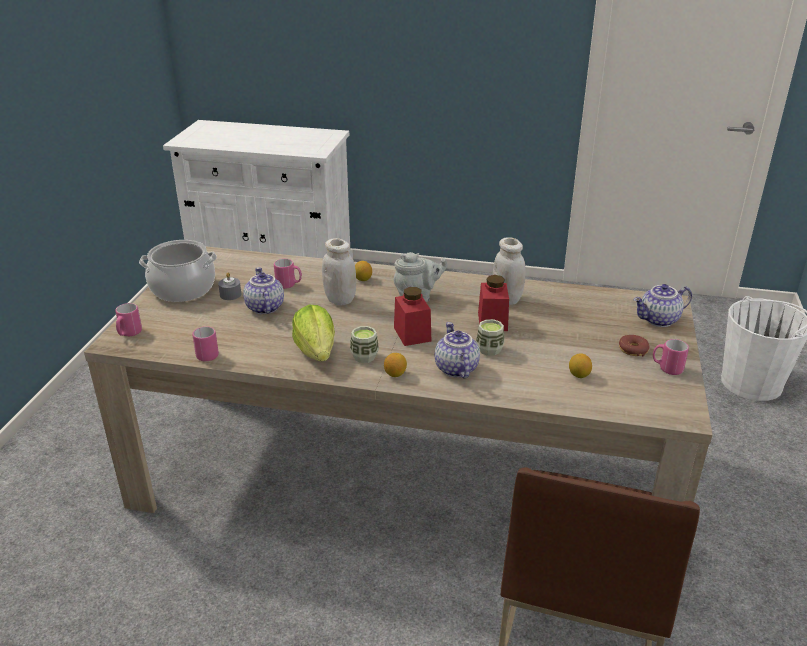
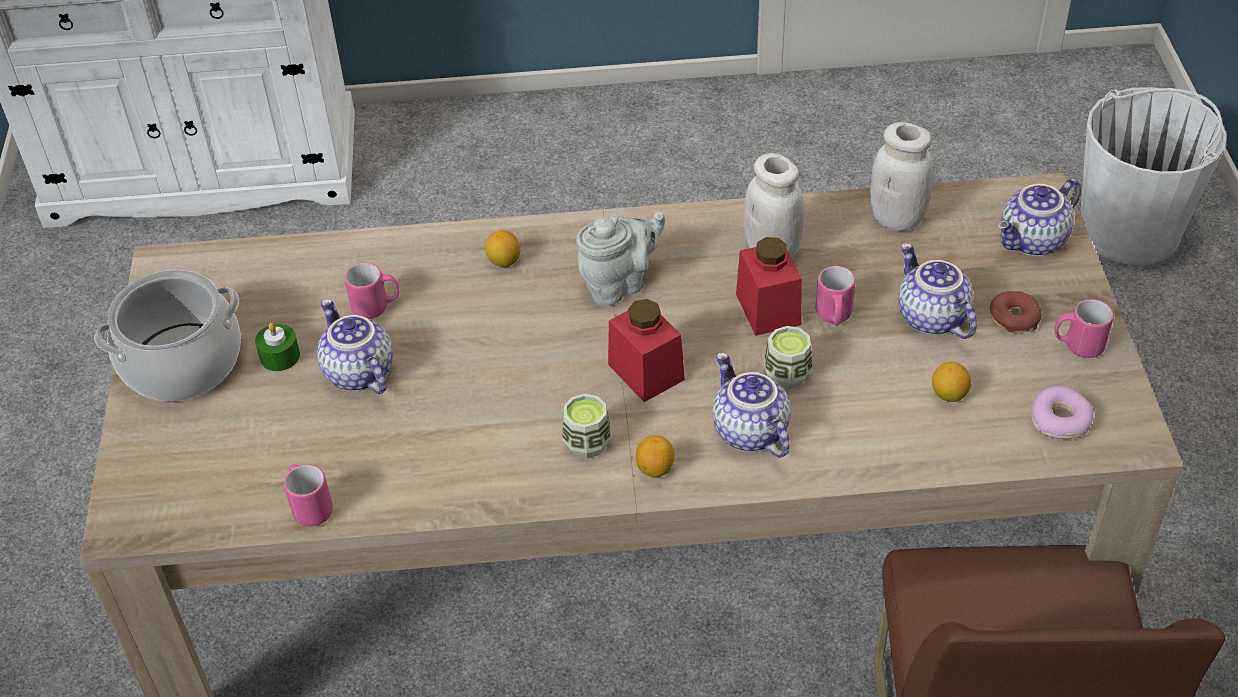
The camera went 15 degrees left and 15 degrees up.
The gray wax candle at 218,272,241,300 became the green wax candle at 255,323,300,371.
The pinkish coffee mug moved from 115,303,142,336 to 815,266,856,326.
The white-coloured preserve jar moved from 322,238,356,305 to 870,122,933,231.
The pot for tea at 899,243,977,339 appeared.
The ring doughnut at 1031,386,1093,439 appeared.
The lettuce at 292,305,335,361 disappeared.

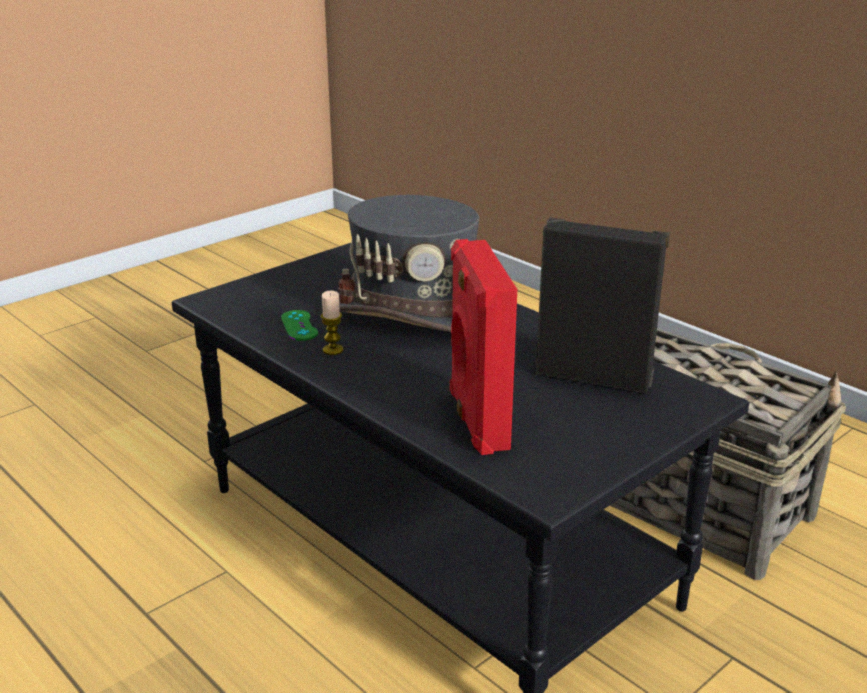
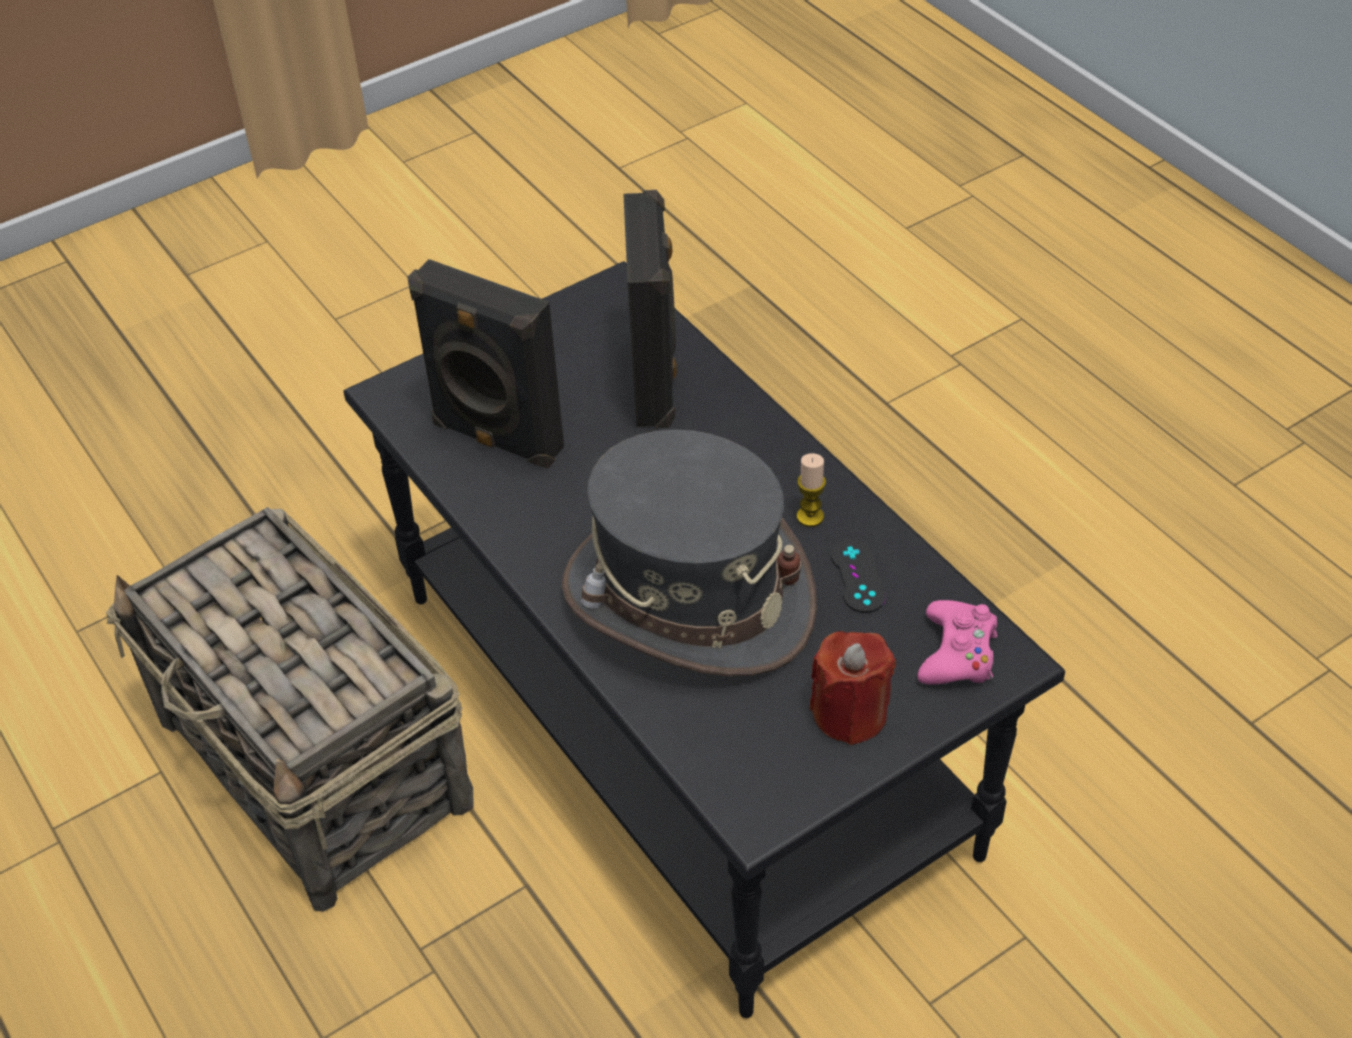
The camera went 170 degrees left and 20 degrees up.
The reddish audio speaker at 450,239,517,455 became the black audio speaker at 623,190,677,429.
The reddish wax candle at 810,631,896,745 appeared.
The green gamepad at 281,310,318,341 became the black gamepad at 831,539,886,613.
The pinkish gamepad at 918,600,997,684 appeared.

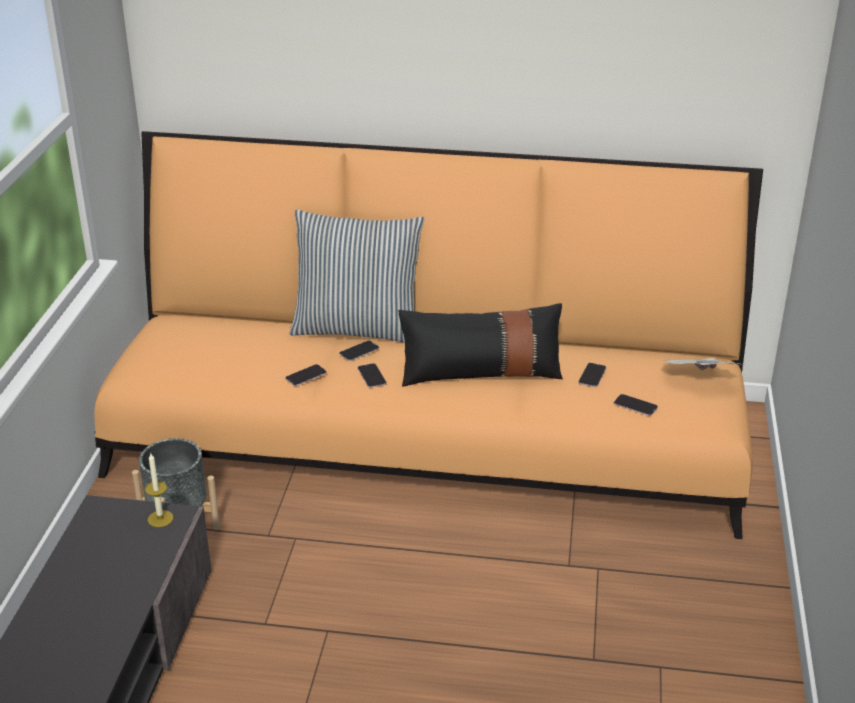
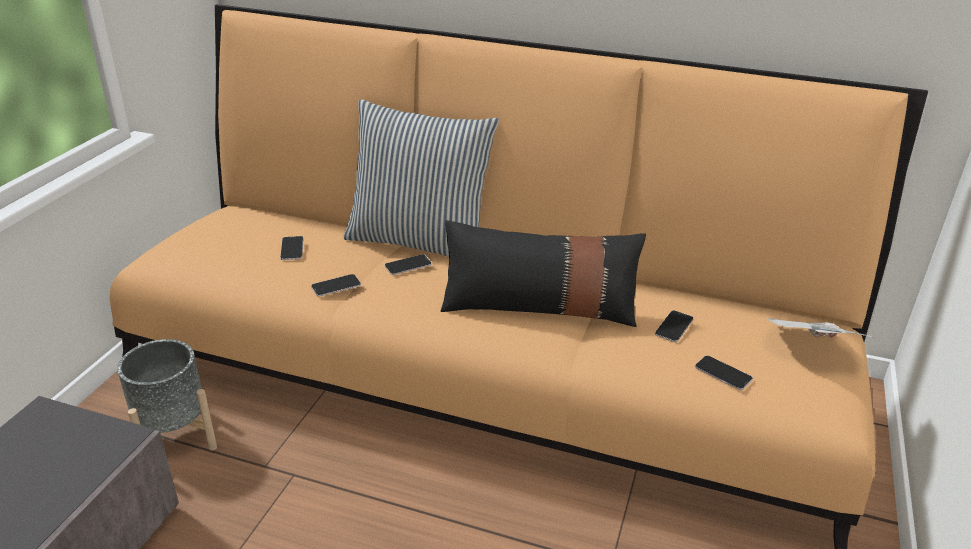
The camera went 10 degrees right and 0 degrees up.
The telephone moved from 358,363,387,388 to 280,236,303,260.
The wax candle at 145,454,174,527 disappeared.

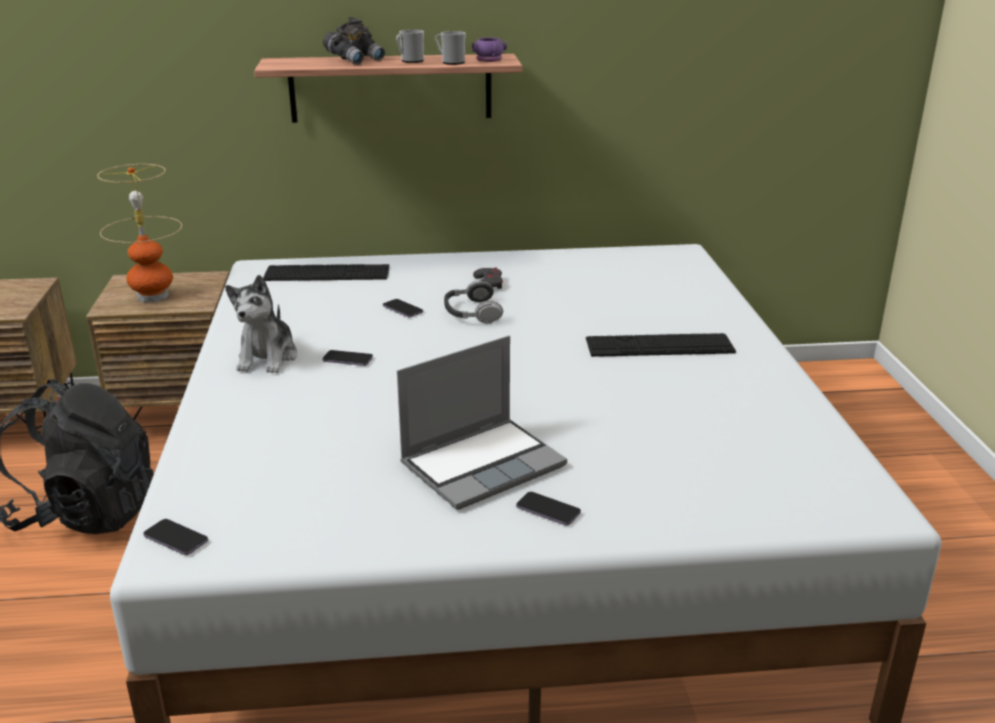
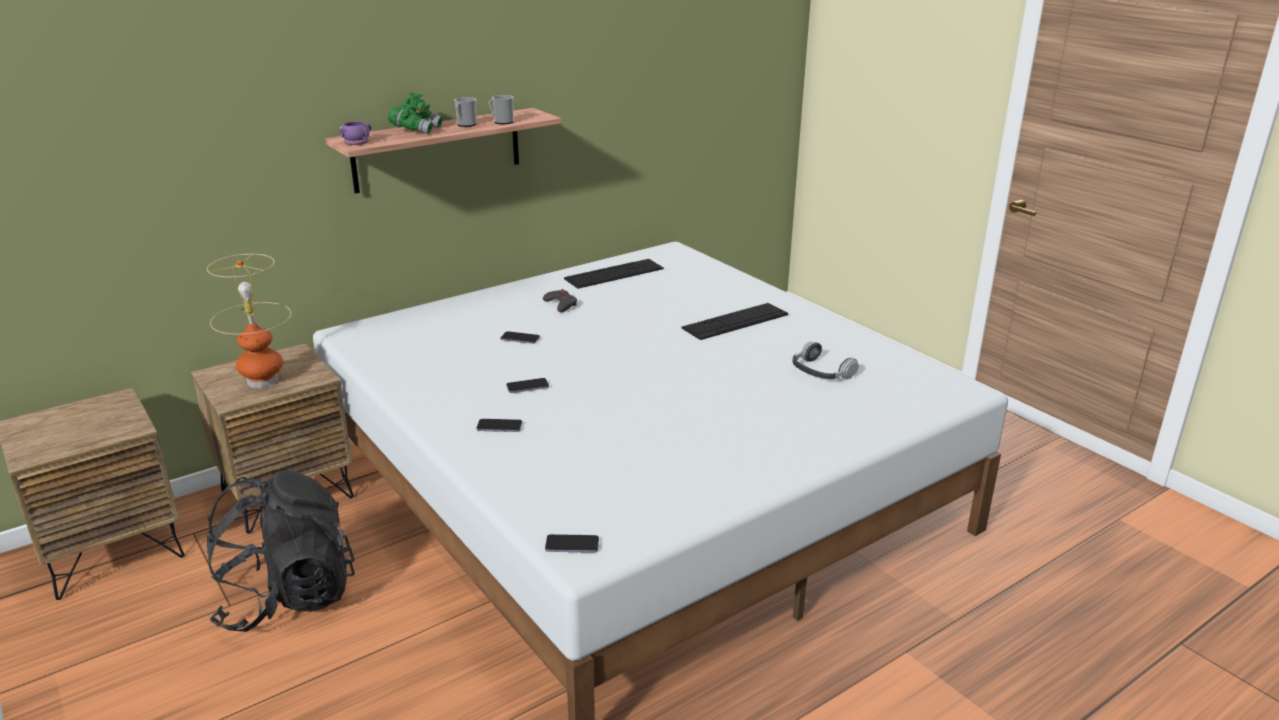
The camera went 30 degrees left and 0 degrees up.
The purple coffee mug moved from 472,38,507,62 to 340,121,371,145.
The gray binoculars at 323,17,385,65 became the green binoculars at 388,92,442,134.
The telephone moved from 516,492,581,526 to 477,419,522,432.
The computer keyboard moved from 263,264,389,281 to 564,259,664,289.
The headphones moved from 444,280,503,324 to 792,341,859,379.
The cuddly toy at 225,275,297,373 disappeared.
The laptop at 397,336,567,510 disappeared.

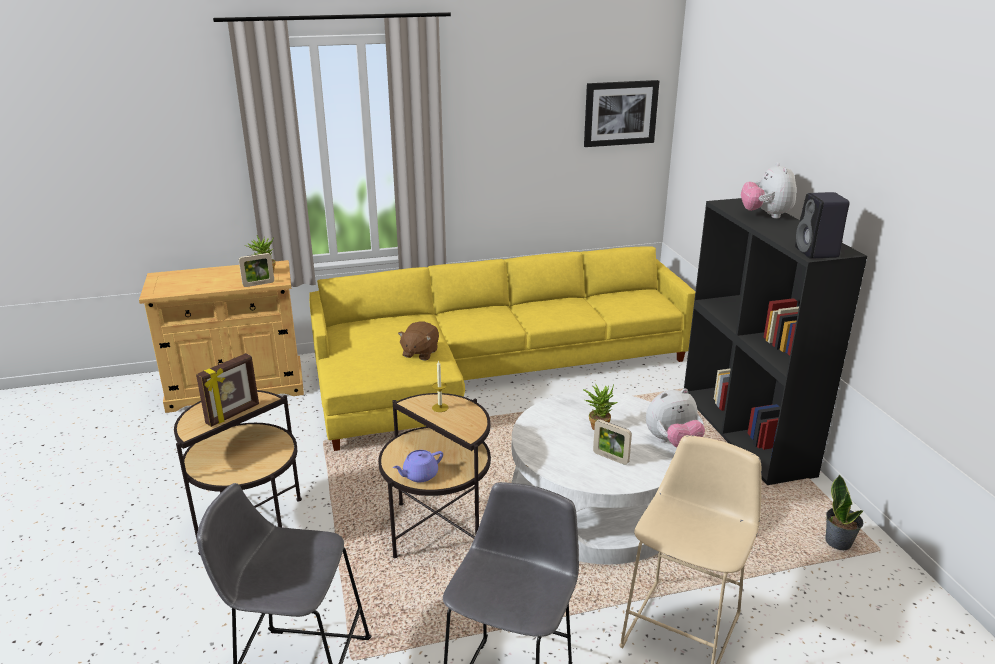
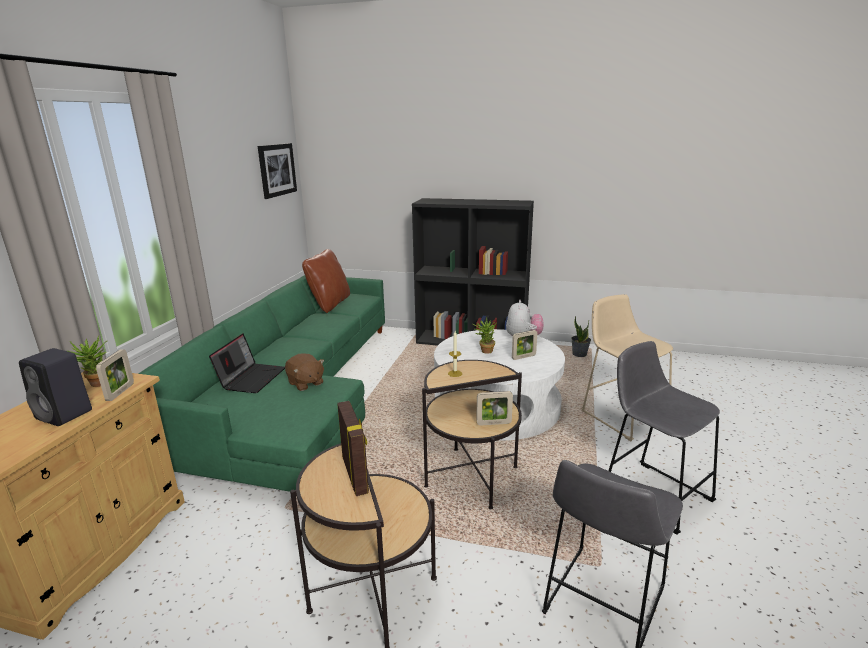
The camera went 60 degrees left and 5 degrees down.
The black audio speaker moved from 795,192,850,259 to 19,348,92,426.
The yellow settee at 309,246,695,451 became the green settee at 138,275,385,492.
The laptop at 209,334,285,393 appeared.
The brown cushion at 302,249,350,313 appeared.
The purple pot for tea at 393,450,443,482 was replaced by the photo frame at 476,391,513,426.
The cuddly toy at 741,162,797,218 disappeared.

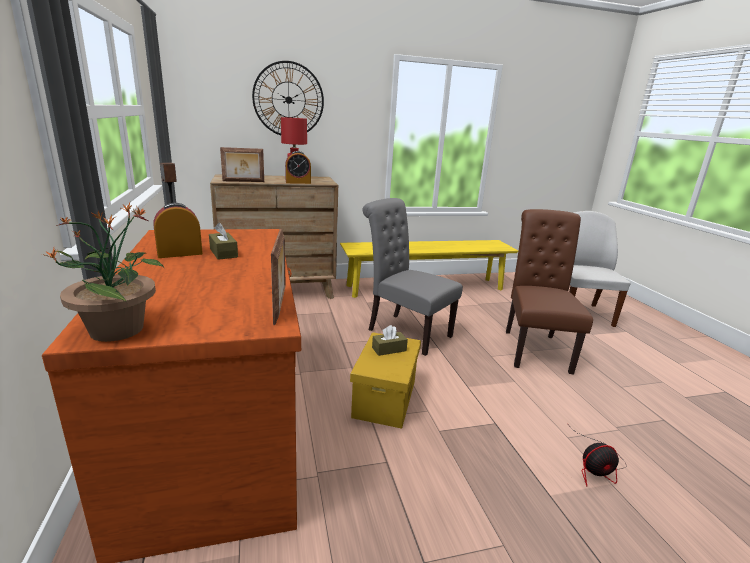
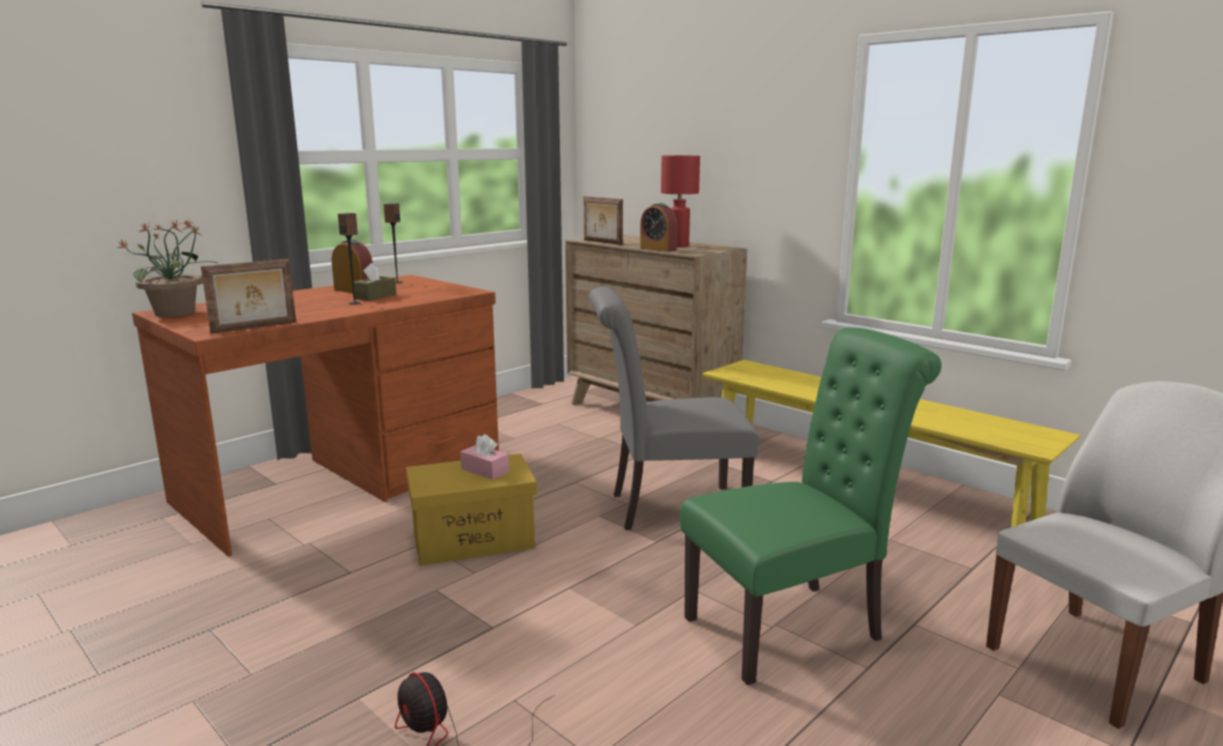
The camera went 60 degrees right and 5 degrees down.
The audio speaker at 338,213,361,305 appeared.
The brown box of tissues at 372,325,408,356 became the pinkish box of tissues at 460,434,509,480.
The gray upright chair at 363,198,463,356 turned 105 degrees counterclockwise.
The brown upright chair at 506,209,593,374 became the green upright chair at 680,327,942,685.
The clock on the wall at 252,61,324,135 disappeared.

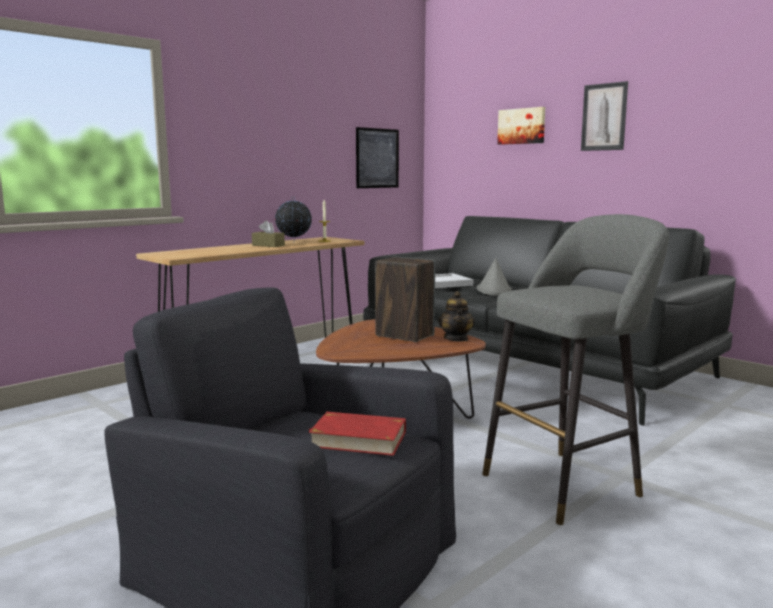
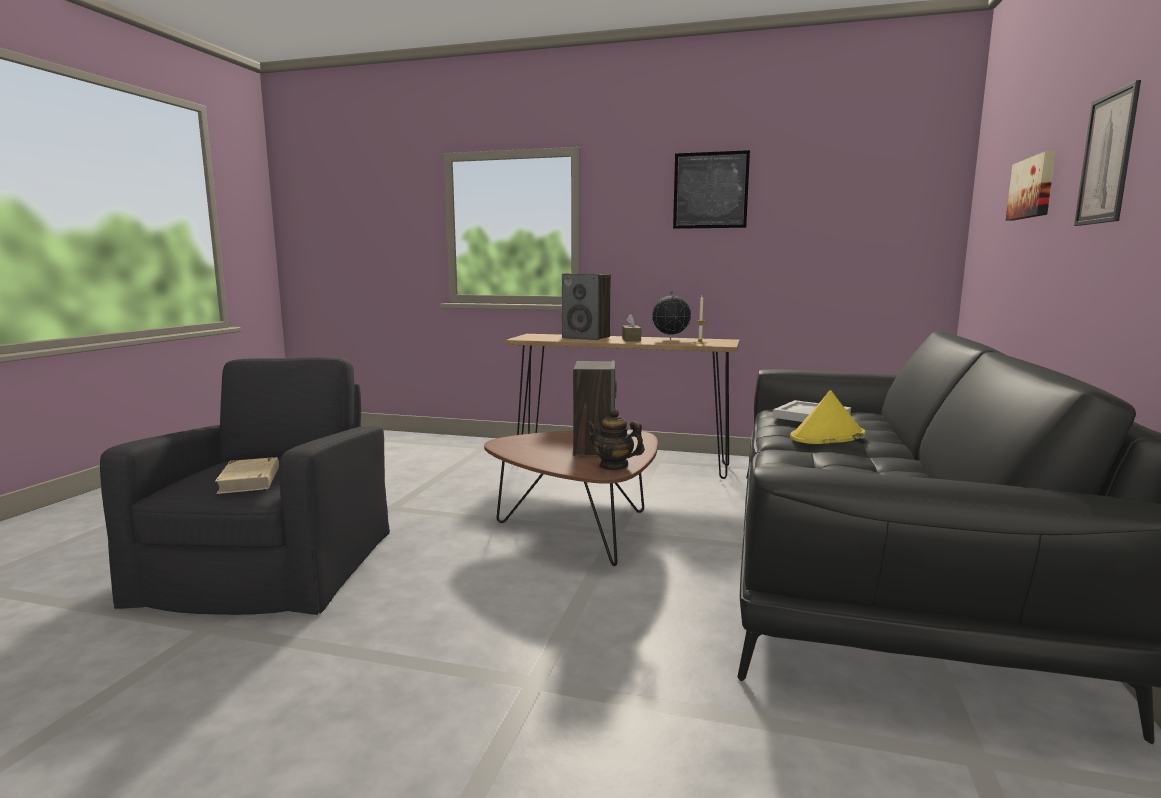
The camera went 60 degrees right and 0 degrees up.
The reddish bound book at 309,412,406,456 became the beige-coloured bound book at 215,457,279,494.
The audio speaker at 562,274,611,340 appeared.
The pot for tea at 438,291,475,342 turned 60 degrees clockwise.
The picture moved from 356,127,399,188 to 673,150,750,229.
The gray wearable hat at 477,258,512,296 became the yellow wearable hat at 790,390,865,444.
The gray sitting stool at 482,214,669,525 disappeared.

